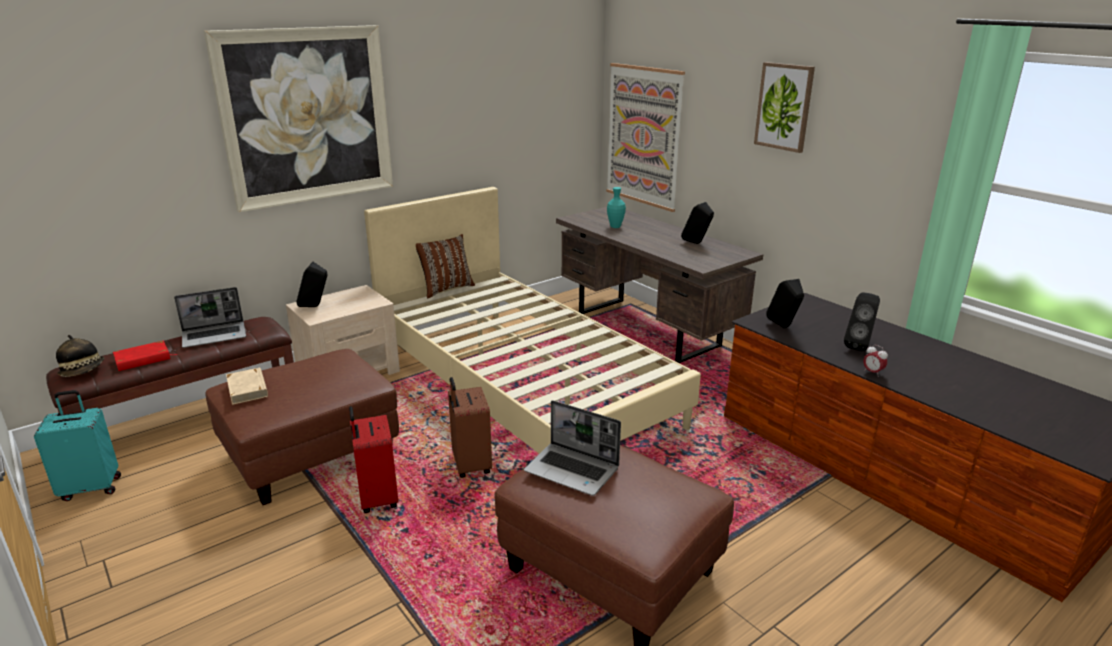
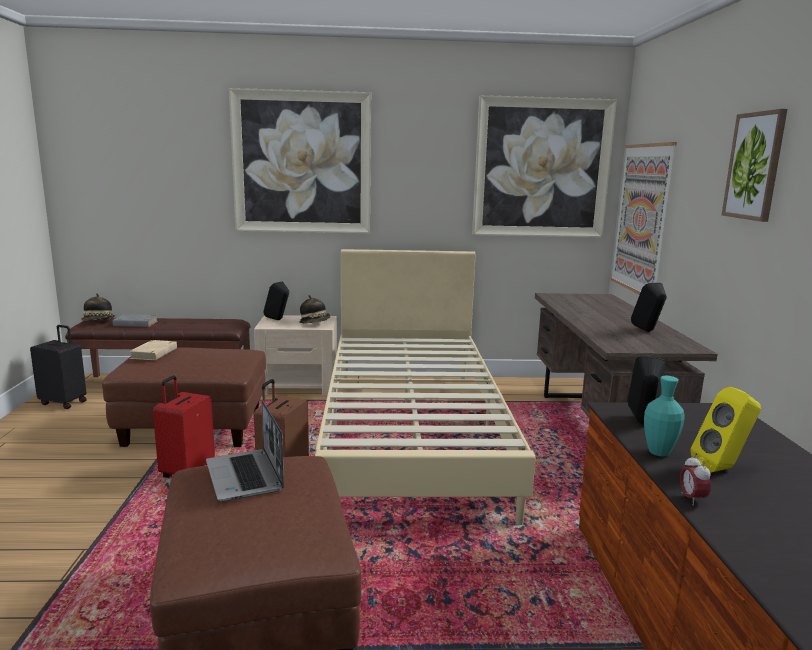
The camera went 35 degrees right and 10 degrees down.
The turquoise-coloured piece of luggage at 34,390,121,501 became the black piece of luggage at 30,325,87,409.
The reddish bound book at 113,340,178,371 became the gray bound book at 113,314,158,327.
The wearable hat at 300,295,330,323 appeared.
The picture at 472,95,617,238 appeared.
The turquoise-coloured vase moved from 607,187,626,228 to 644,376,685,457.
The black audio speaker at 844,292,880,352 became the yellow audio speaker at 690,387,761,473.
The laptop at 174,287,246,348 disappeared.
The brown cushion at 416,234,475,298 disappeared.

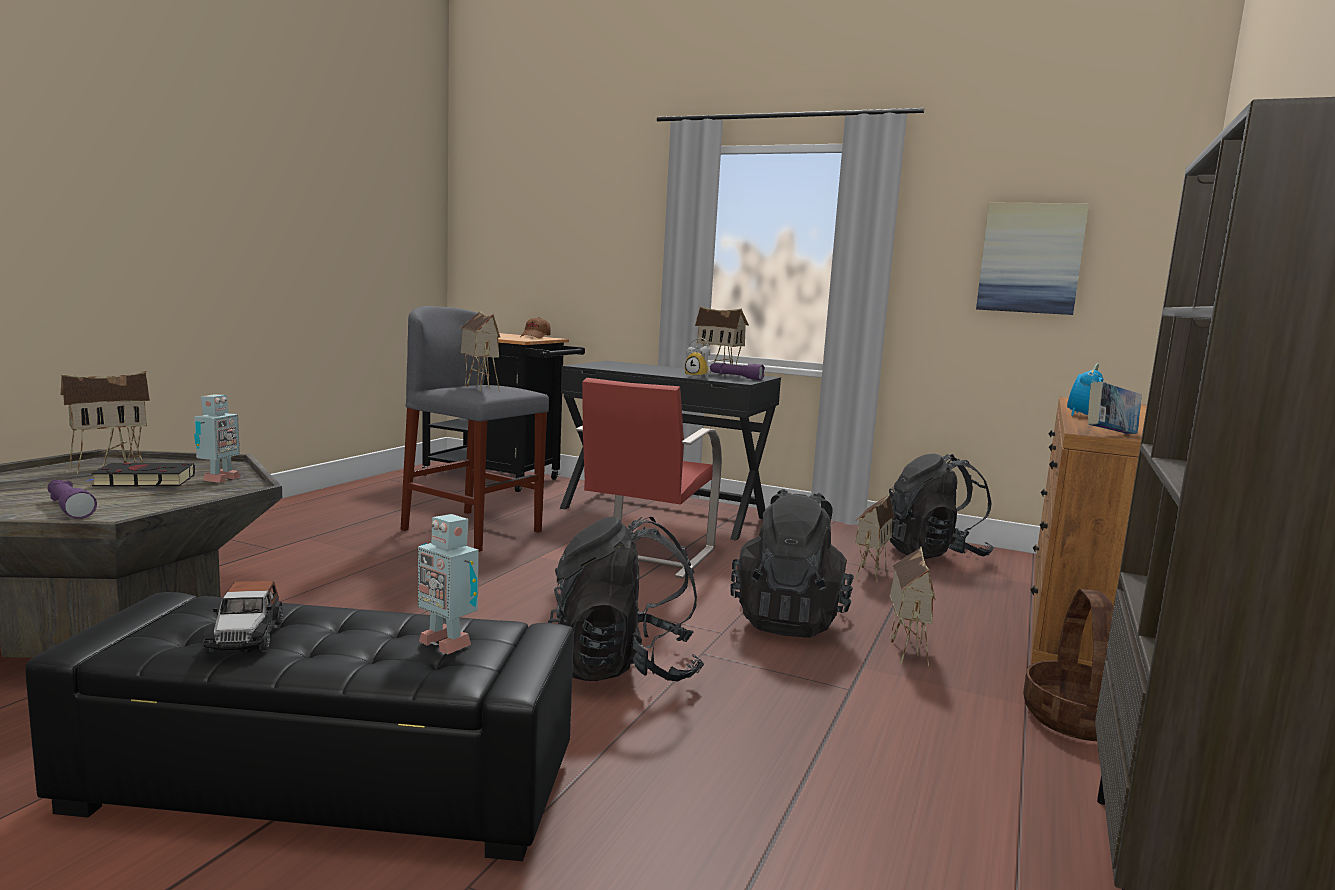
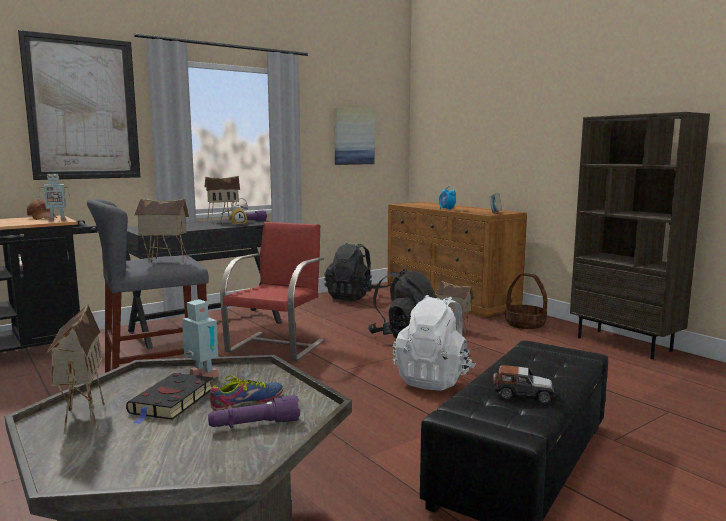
The camera went 60 degrees left and 0 degrees up.
The picture at 18,30,140,180 appeared.
The toy robot moved from 418,514,479,654 to 39,174,70,222.
The shoe at 210,375,283,411 appeared.
The reddish upright chair at 576,378,722,578 turned 120 degrees counterclockwise.
The black backpack at 548,516,704,681 became the white-coloured backpack at 393,295,476,391.
The toy house at 855,494,894,579 disappeared.

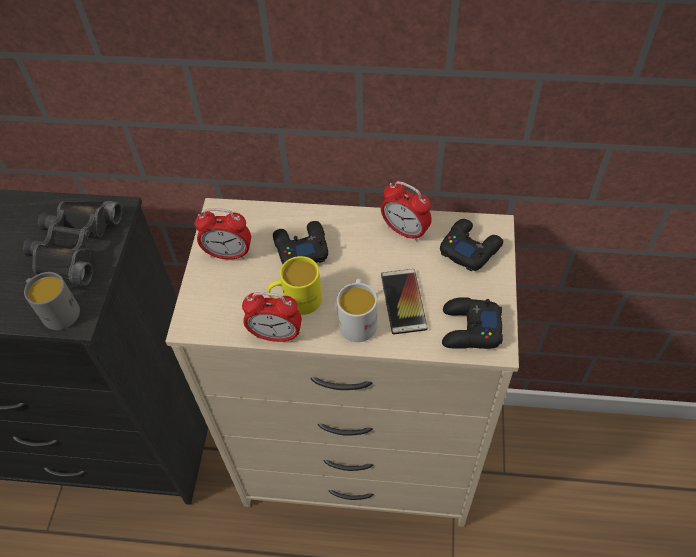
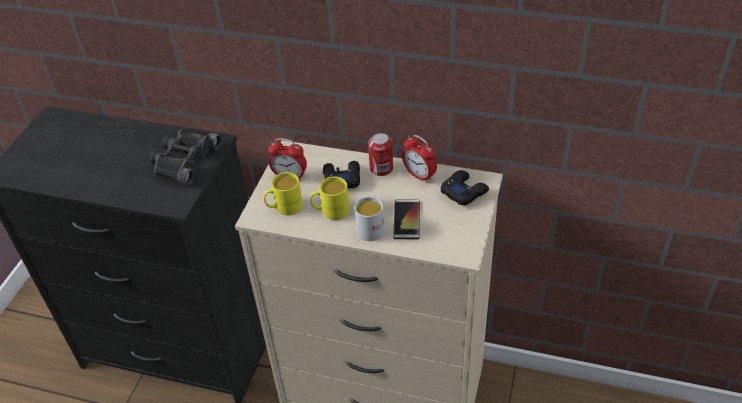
The camera went 10 degrees right and 10 degrees down.
The yellow coffee mug at 263,172,303,215 appeared.
The sealed can at 368,133,393,176 appeared.
The gray coffee mug at 24,272,80,330 disappeared.
The alarm clock at 242,292,302,342 disappeared.
The black gamepad at 442,297,503,349 disappeared.

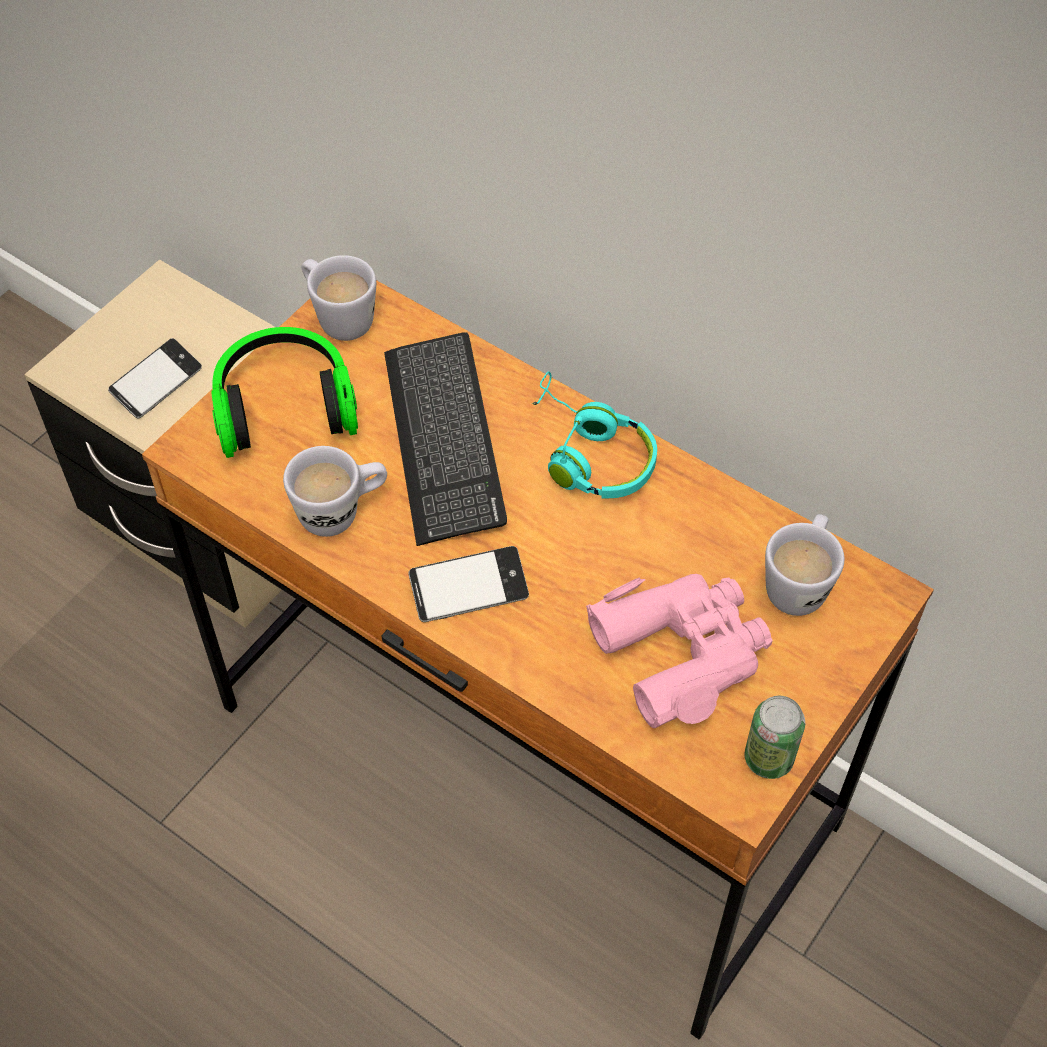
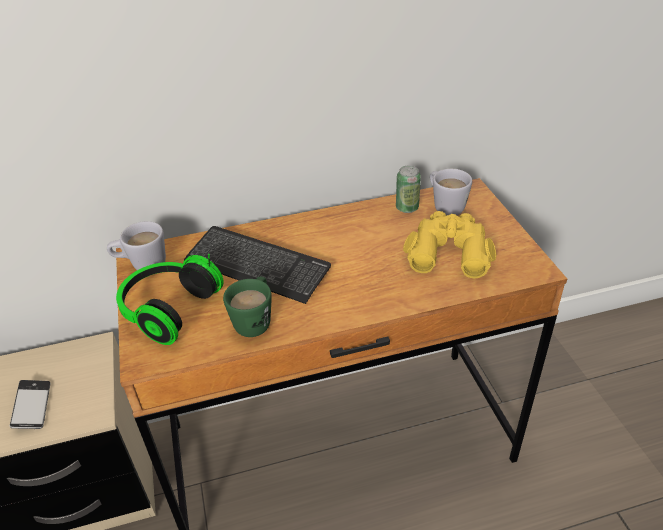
The camera went 50 degrees left and 15 degrees down.
The white-coloured coffee mug at 283,446,387,537 became the green coffee mug at 223,277,272,337.
The sealed can moved from 744,696,805,779 to 396,166,421,213.
The pinkish binoculars at 586,574,773,728 became the yellow binoculars at 403,211,496,278.
The telephone at 408,546,529,622 disappeared.
The turquoise-coloured headphones at 532,372,657,498 disappeared.

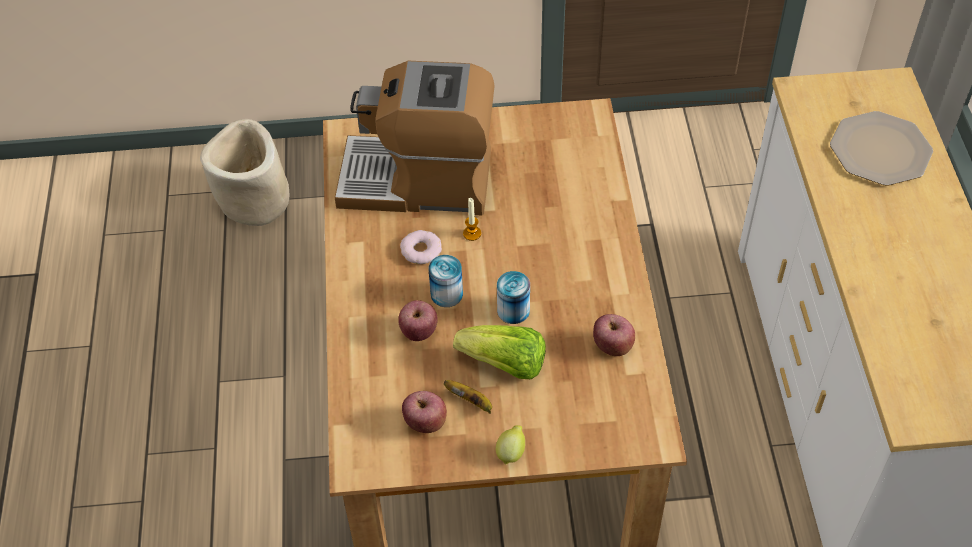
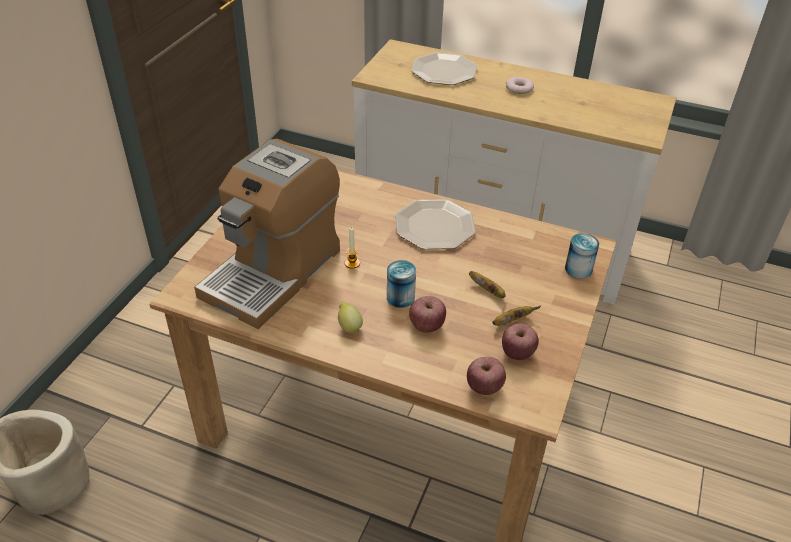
The camera went 65 degrees left and 10 degrees down.
The whole lemon moved from 496,425,525,465 to 338,301,363,333.
The flat dish at 395,199,476,249 appeared.
The apple moved from 593,314,635,356 to 467,357,506,395.
The lettuce at 453,325,546,379 was replaced by the banana at 469,271,506,299.
The ring doughnut moved from 400,230,442,264 to 506,77,534,94.
The sealed can moved from 497,271,530,324 to 565,233,599,279.

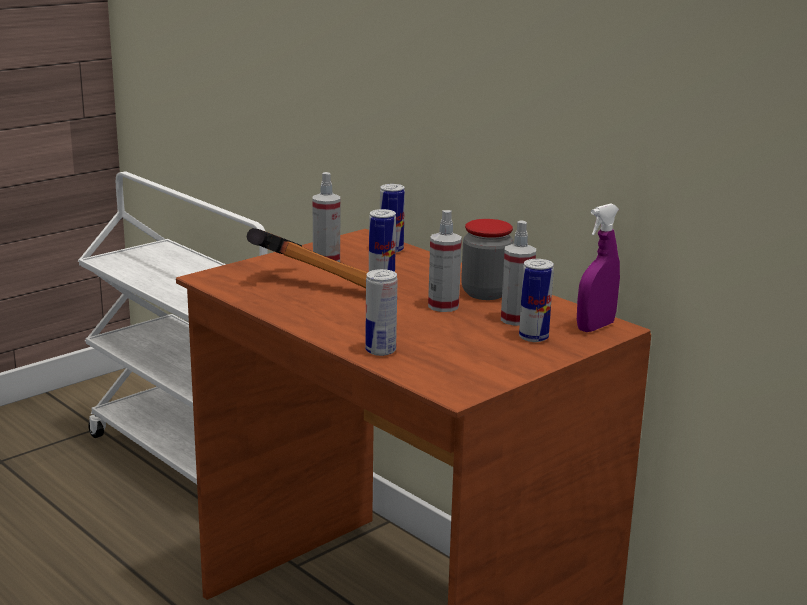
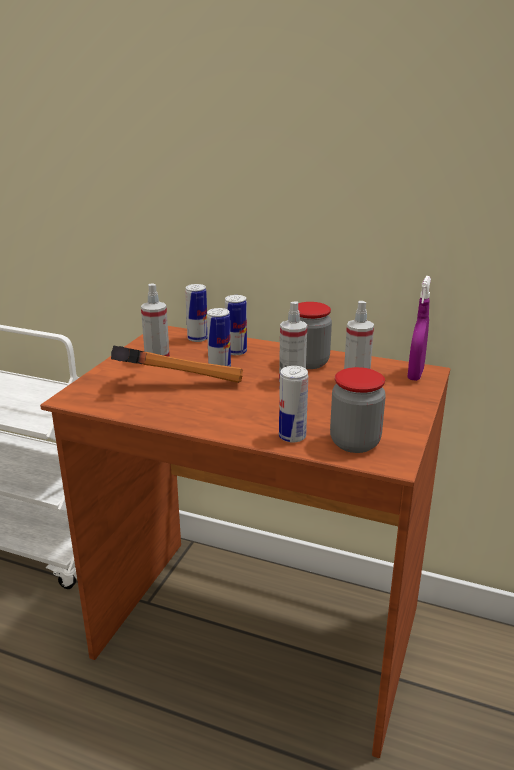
The camera went 25 degrees left and 5 degrees up.
The sealed can moved from 519,259,554,342 to 225,295,247,355.
The preserve jar at 330,367,386,453 appeared.

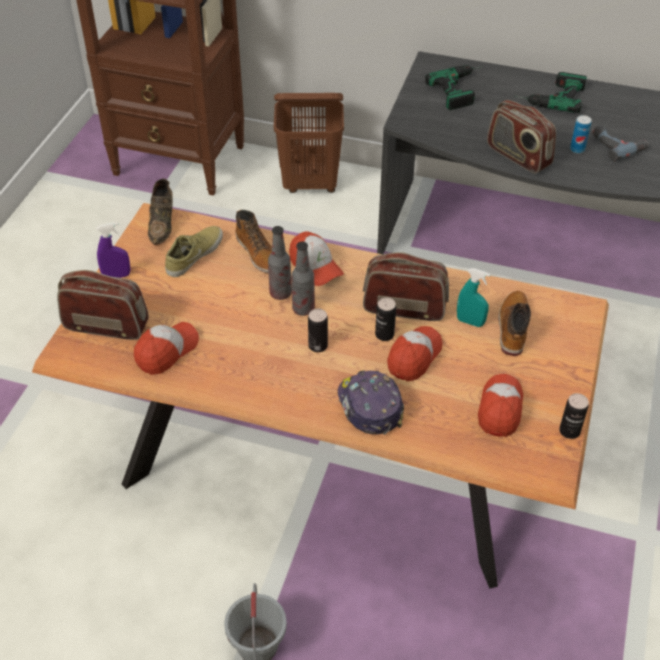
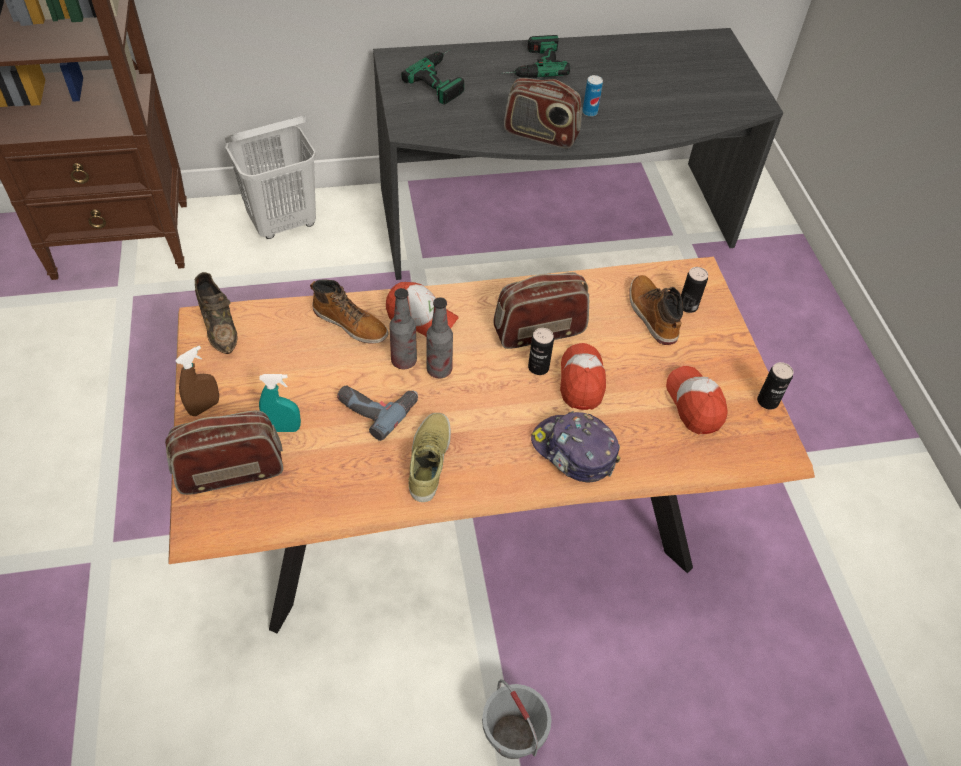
The camera went 30 degrees left and 5 degrees up.
The purple spray bottle at 97,222,130,278 became the brown spray bottle at 175,346,219,416.
The brown laundry basket at 274,93,344,193 became the white-coloured laundry basket at 225,116,316,239.
The turquoise-coloured spray bottle moved from 457,268,490,327 to 259,374,301,432.
The electric drill moved from 593,125,649,162 to 337,385,418,441.
The beige-coloured shoe moved from 165,226,223,277 to 409,413,451,502.
The sealed can moved from 308,309,328,352 to 681,267,708,313.
The peaked cap at 134,322,199,375 disappeared.

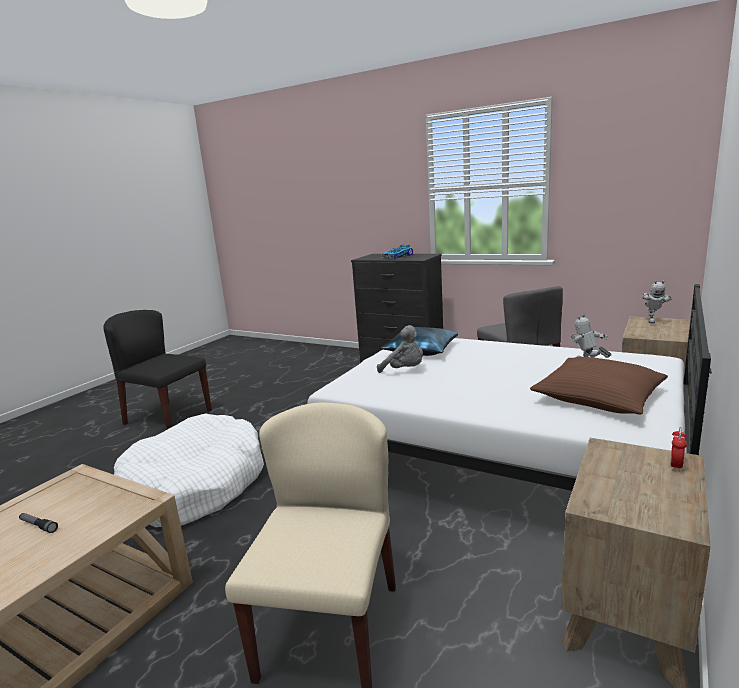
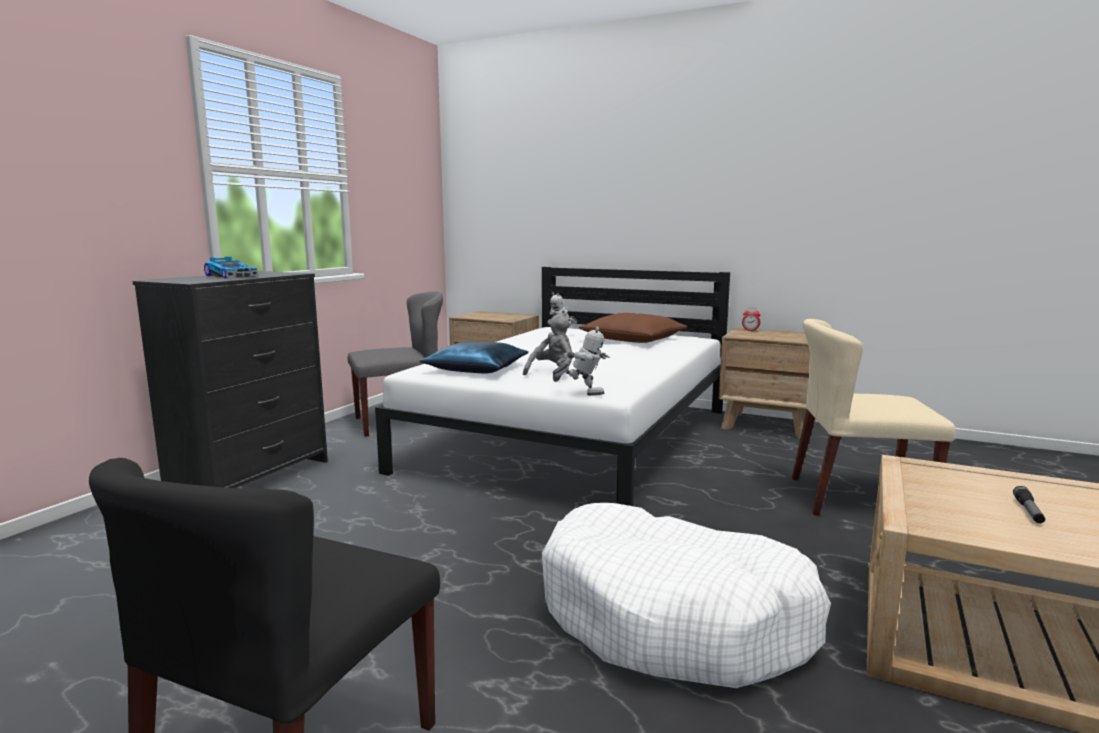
The camera went 95 degrees left and 5 degrees down.
The toy robot moved from 642,280,671,324 to 553,326,610,396.

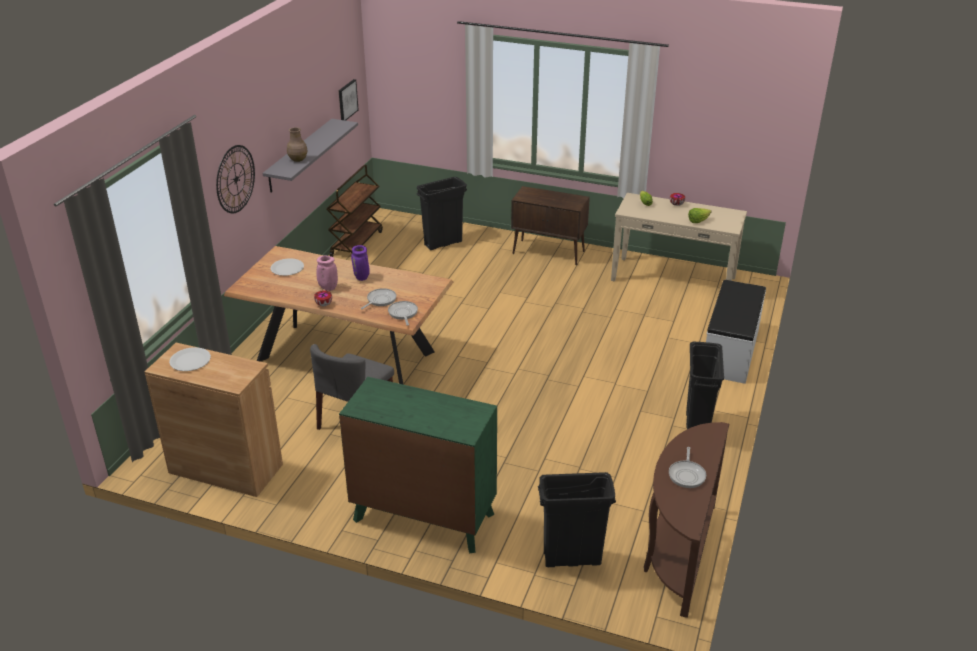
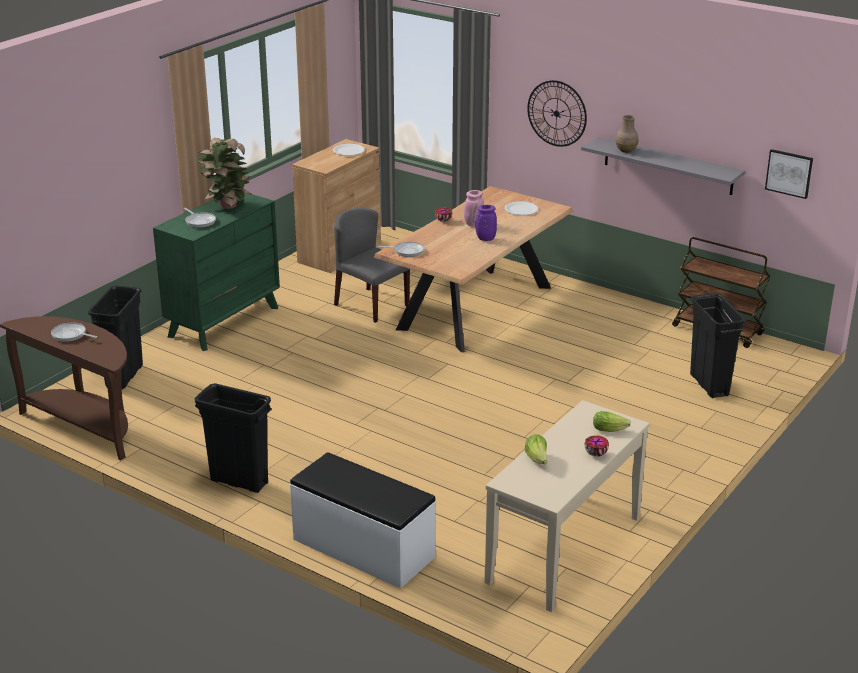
The camera went 105 degrees right and 5 degrees down.
The pan moved from 361,288,396,309 to 184,208,216,228.
The potted plant at 196,138,253,209 appeared.
The brown cabinet at 511,186,590,265 disappeared.

